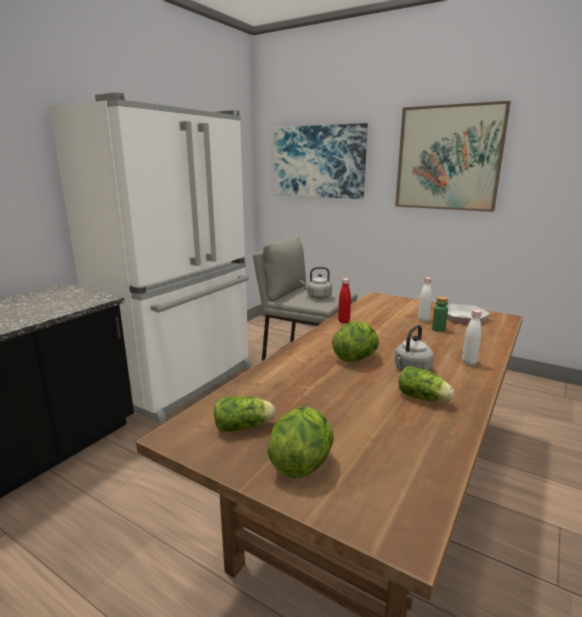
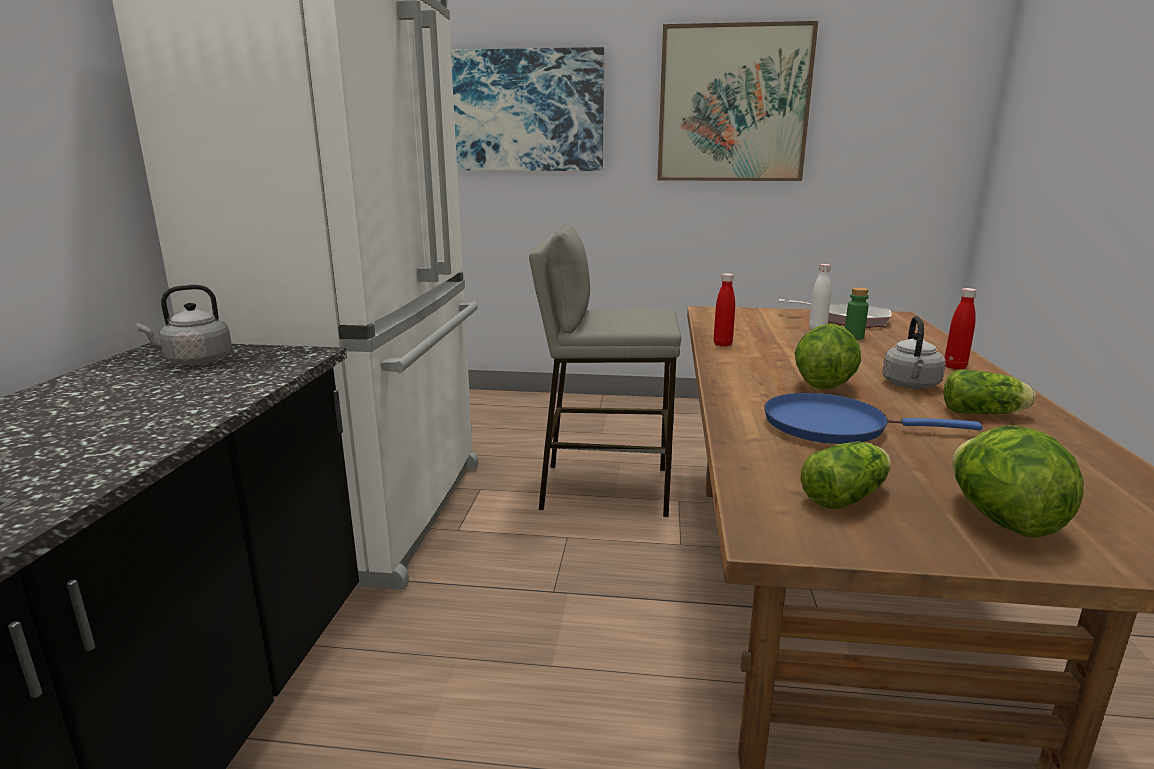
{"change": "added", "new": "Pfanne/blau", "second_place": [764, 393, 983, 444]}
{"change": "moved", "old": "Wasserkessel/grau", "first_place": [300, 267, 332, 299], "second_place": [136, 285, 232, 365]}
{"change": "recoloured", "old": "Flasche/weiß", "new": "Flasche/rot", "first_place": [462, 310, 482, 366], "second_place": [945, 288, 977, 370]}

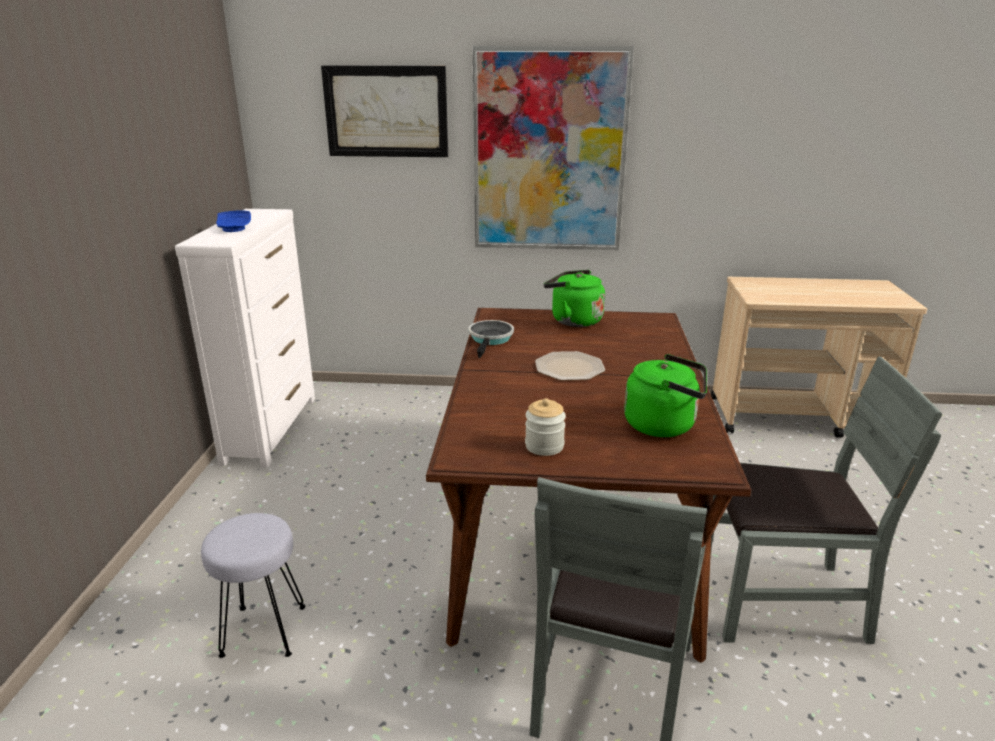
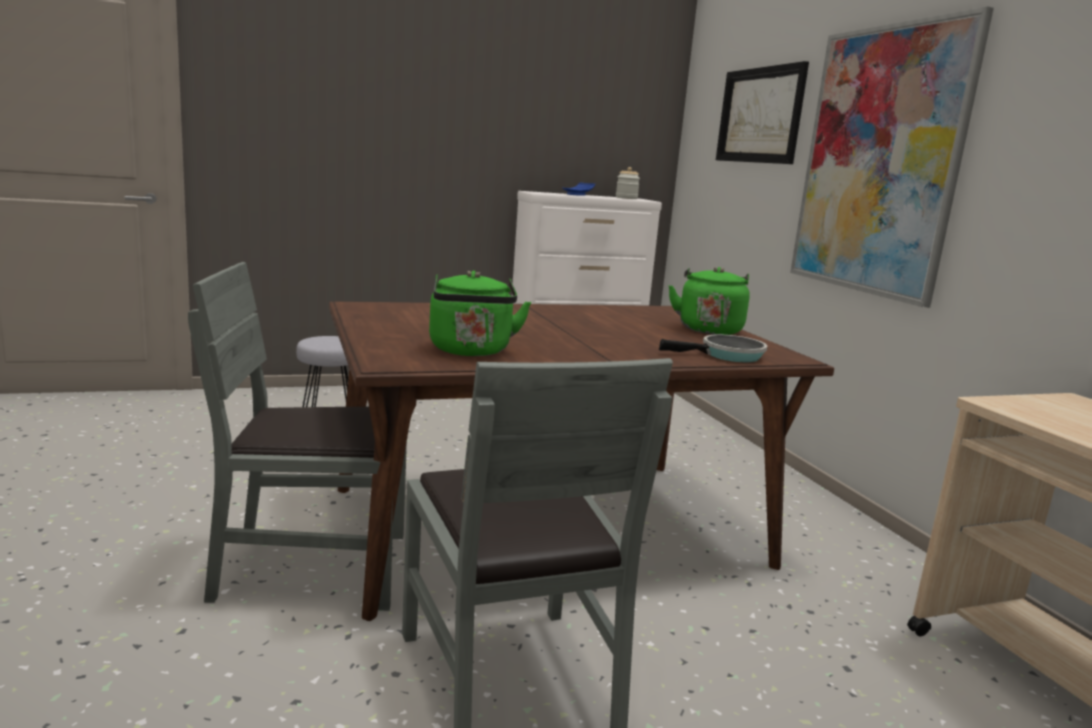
{"change": "removed", "old": "Teller", "first_place": [535, 351, 605, 381]}
{"change": "moved", "old": "Pfanne", "first_place": [468, 320, 514, 358], "second_place": [659, 334, 768, 362]}
{"change": "moved", "old": "Vorratsglas", "first_place": [525, 398, 566, 456], "second_place": [616, 167, 640, 199]}

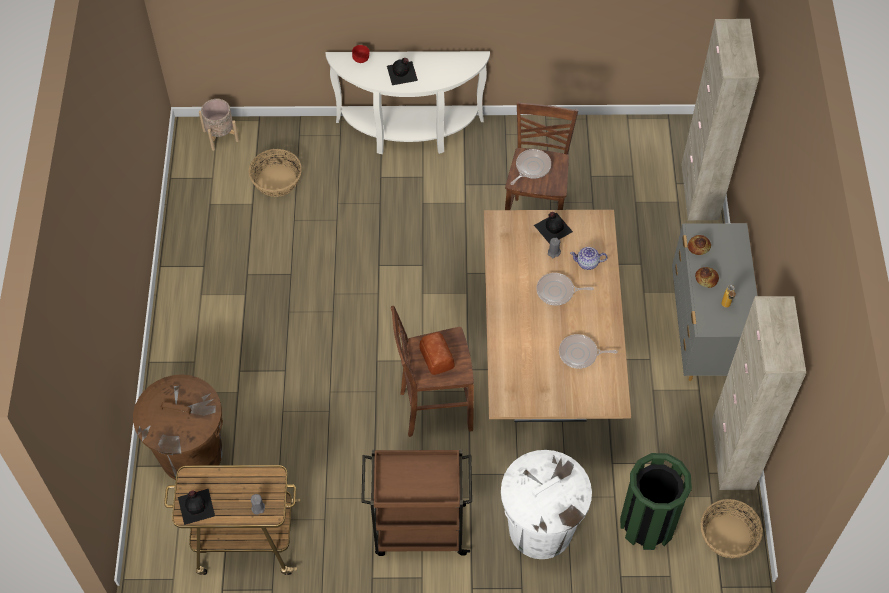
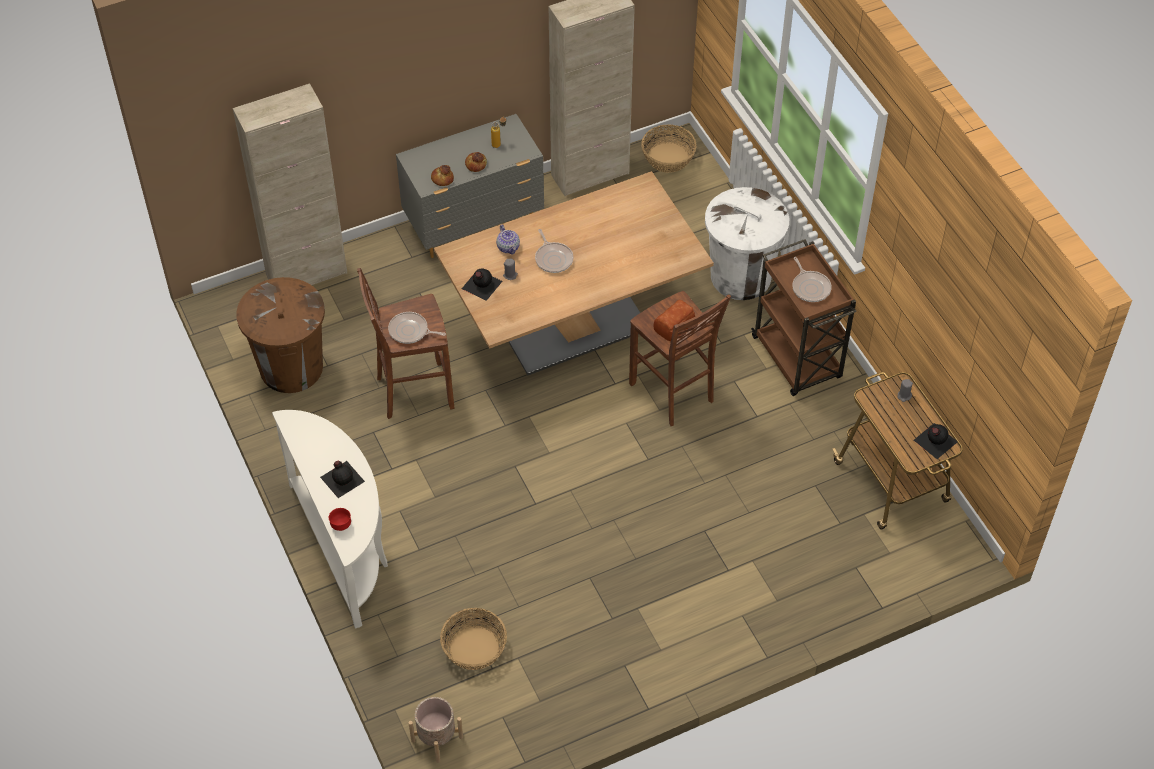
{"change": "removed", "old": "Mülleimer/grün", "first_place": [620, 453, 692, 550]}
{"change": "moved", "old": "Mülleimer/braun", "first_place": [133, 374, 223, 480], "second_place": [236, 277, 325, 393]}
{"change": "moved", "old": "Pfanne", "first_place": [559, 334, 618, 369], "second_place": [792, 257, 832, 302]}

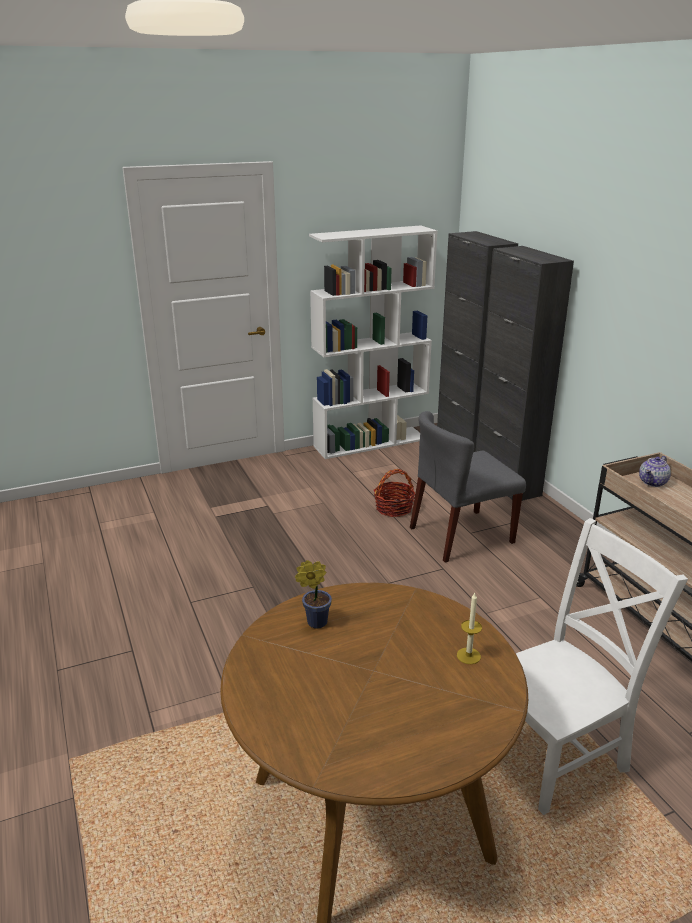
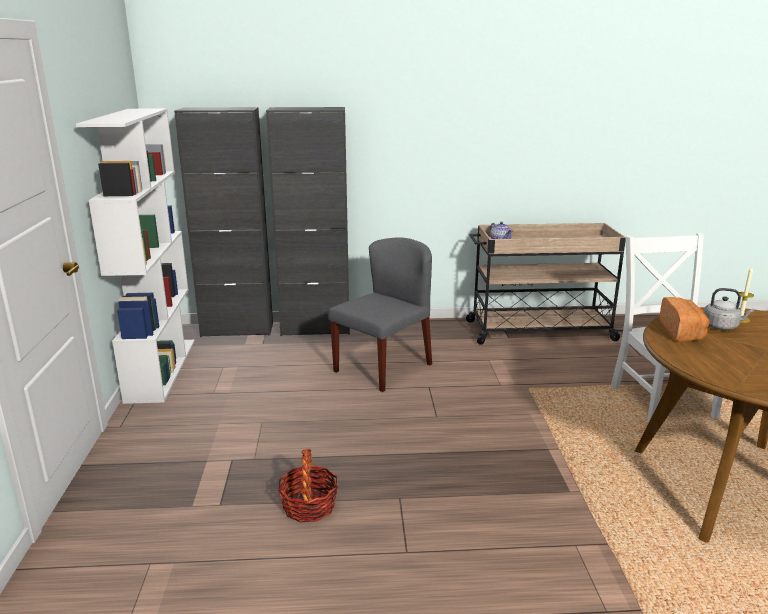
{"change": "removed", "old": "Topfpflanze", "first_place": [295, 560, 332, 628]}
{"change": "added", "new": "Brot", "second_place": [660, 297, 710, 342]}
{"change": "added", "new": "Wasserkessel/grau", "second_place": [704, 288, 754, 330]}
{"change": "moved", "old": "Korb", "first_place": [374, 469, 415, 517], "second_place": [278, 449, 338, 523]}
{"change": "turned", "old": "Stuhl/grau", "first_place": [410, 411, 526, 562], "second_place": [328, 237, 432, 392], "degrees": -135}

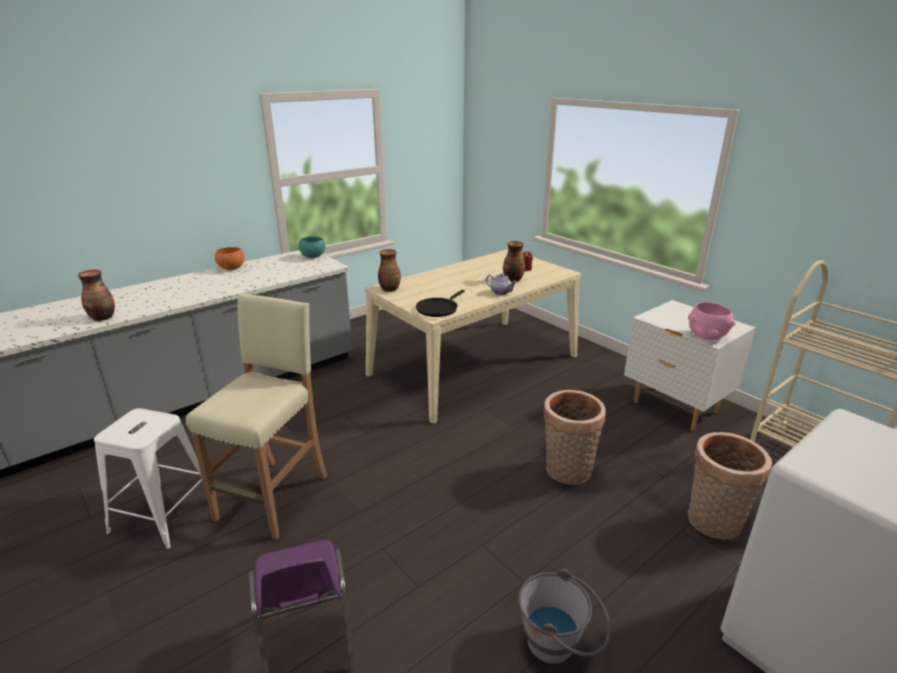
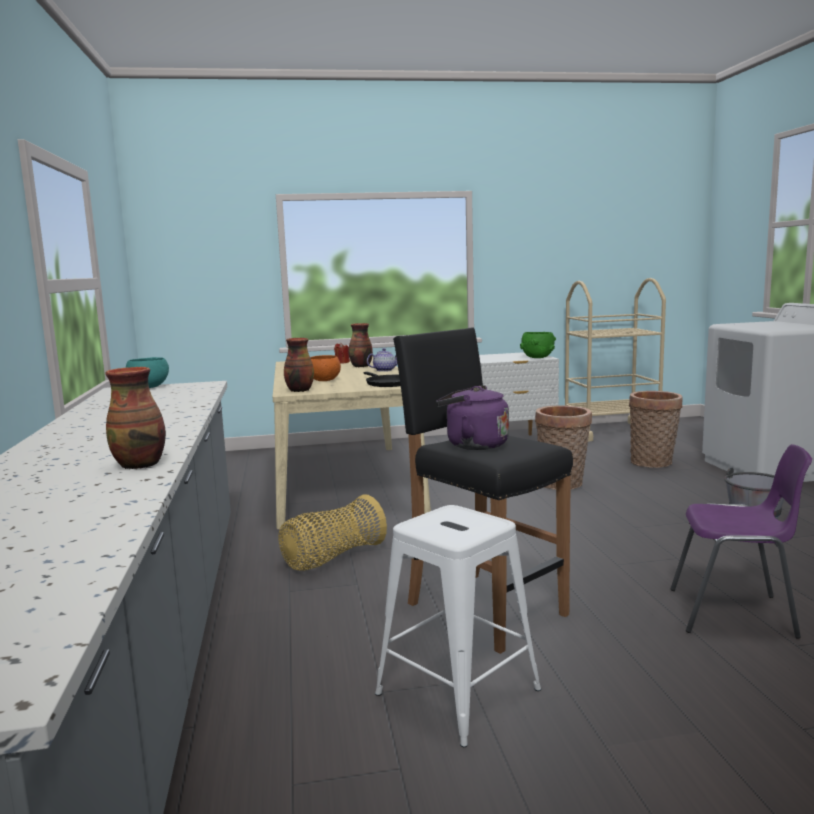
{"change": "added", "new": "Korb", "second_place": [279, 494, 387, 571]}
{"change": "added", "new": "Wasserkessel/lila", "second_place": [436, 385, 509, 450]}
{"change": "moved", "old": "Schüssel/orange", "first_place": [215, 247, 244, 270], "second_place": [310, 355, 341, 381]}
{"change": "recoloured", "old": "Hocker/beige", "new": "Hocker/schwarz", "first_place": [186, 293, 327, 540], "second_place": [393, 327, 573, 654]}
{"change": "recoloured", "old": "Schüssel/rosa", "new": "Schüssel/grün", "first_place": [688, 302, 736, 340], "second_place": [520, 332, 556, 358]}

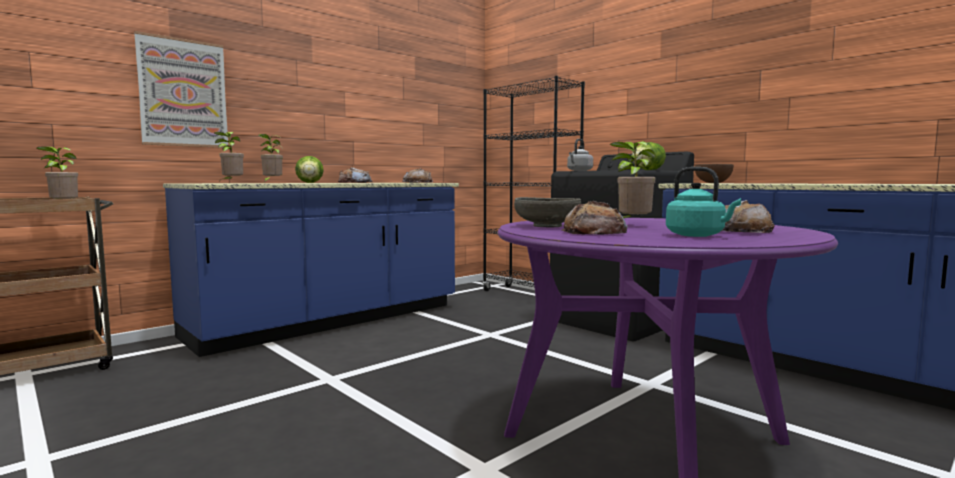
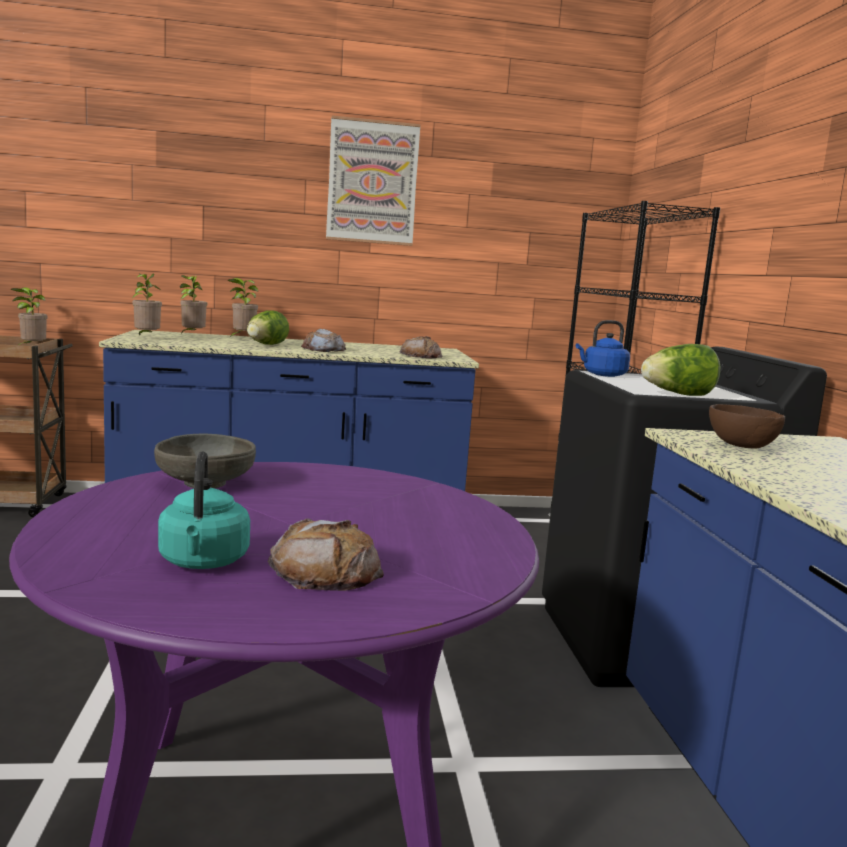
{"change": "removed", "old": "Brot", "first_place": [562, 201, 628, 235]}
{"change": "moved", "old": "Bild", "first_place": [134, 31, 228, 148], "second_place": [326, 116, 420, 246]}
{"change": "moved", "old": "Topfpflanze", "first_place": [610, 141, 655, 218], "second_place": [131, 273, 162, 335]}
{"change": "recoloured", "old": "Wasserkessel/grau", "new": "Wasserkessel/blau", "first_place": [567, 139, 593, 171], "second_place": [576, 320, 630, 377]}

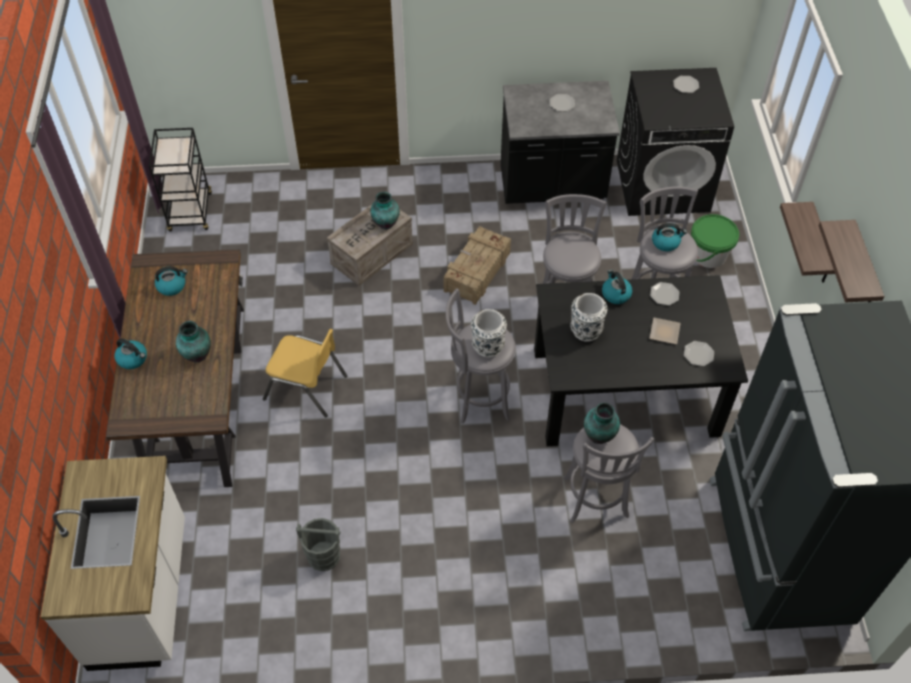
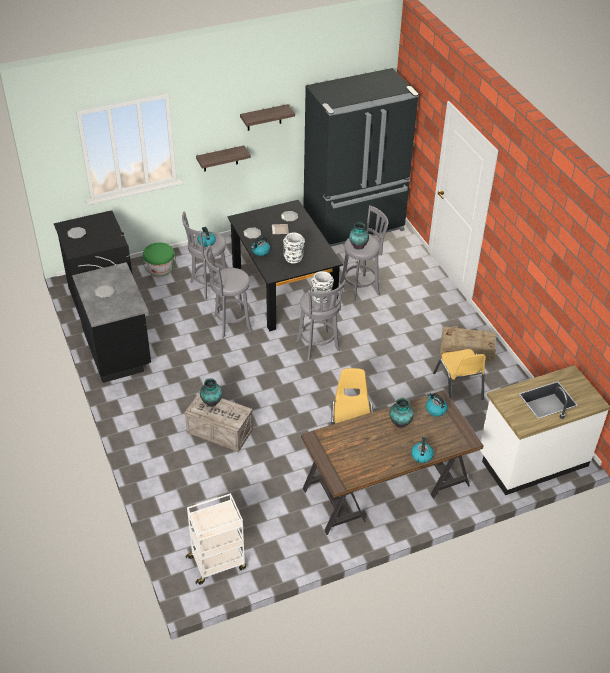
{"change": "moved", "old": "Wasserkessel", "first_place": [155, 266, 188, 296], "second_place": [426, 393, 448, 416]}
{"change": "moved", "old": "Kiste", "first_place": [443, 226, 511, 305], "second_place": [440, 326, 497, 362]}
{"change": "replaced", "old": "Eimer/grau", "new": "Stuhl/gelb", "first_place": [296, 518, 340, 571], "second_place": [433, 349, 485, 400]}
{"change": "recoloured", "old": "Rollwagen/schwarz", "new": "Rollwagen/weiß", "first_place": [149, 128, 212, 232], "second_place": [185, 493, 246, 584]}

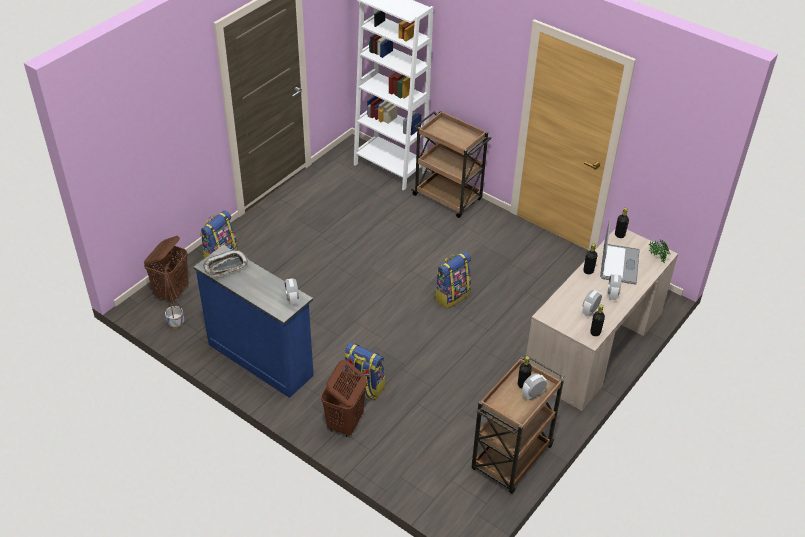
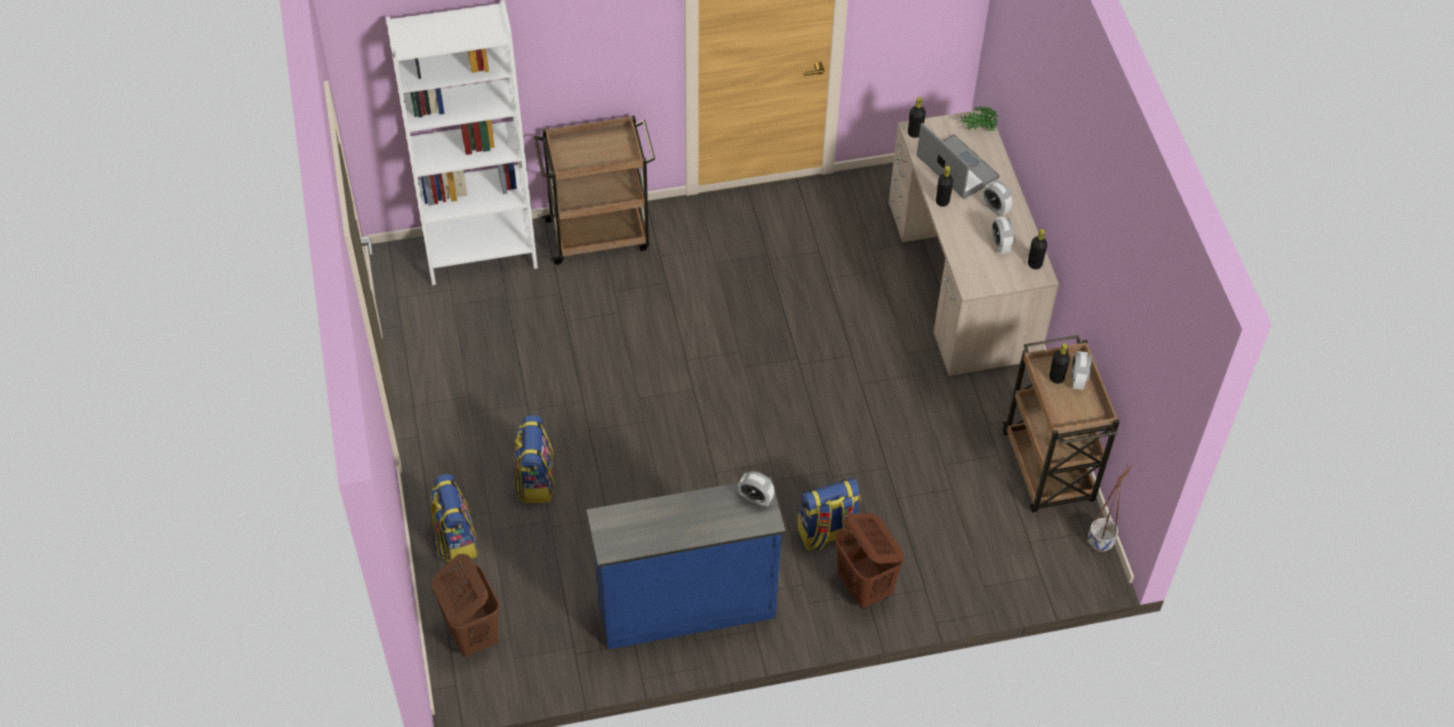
{"change": "removed", "old": "Tablett", "first_place": [203, 250, 249, 277]}
{"change": "moved", "old": "Pflanzkübel", "first_place": [164, 262, 184, 328], "second_place": [1088, 465, 1133, 552]}
{"change": "moved", "old": "Rucksack", "first_place": [434, 252, 471, 309], "second_place": [514, 415, 554, 503]}

